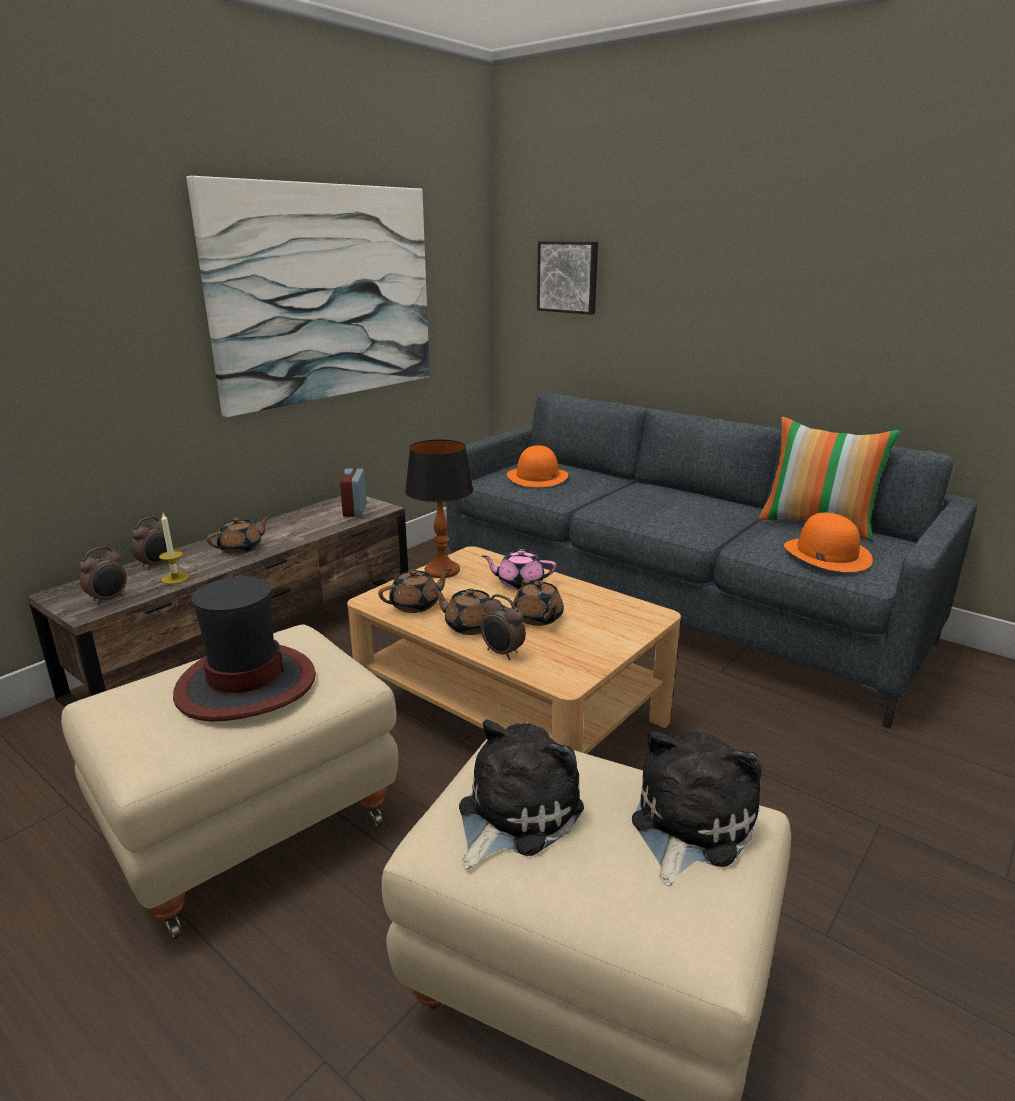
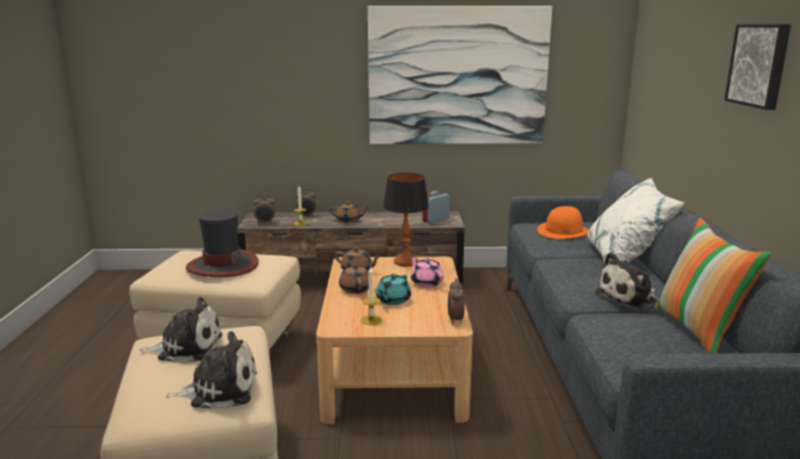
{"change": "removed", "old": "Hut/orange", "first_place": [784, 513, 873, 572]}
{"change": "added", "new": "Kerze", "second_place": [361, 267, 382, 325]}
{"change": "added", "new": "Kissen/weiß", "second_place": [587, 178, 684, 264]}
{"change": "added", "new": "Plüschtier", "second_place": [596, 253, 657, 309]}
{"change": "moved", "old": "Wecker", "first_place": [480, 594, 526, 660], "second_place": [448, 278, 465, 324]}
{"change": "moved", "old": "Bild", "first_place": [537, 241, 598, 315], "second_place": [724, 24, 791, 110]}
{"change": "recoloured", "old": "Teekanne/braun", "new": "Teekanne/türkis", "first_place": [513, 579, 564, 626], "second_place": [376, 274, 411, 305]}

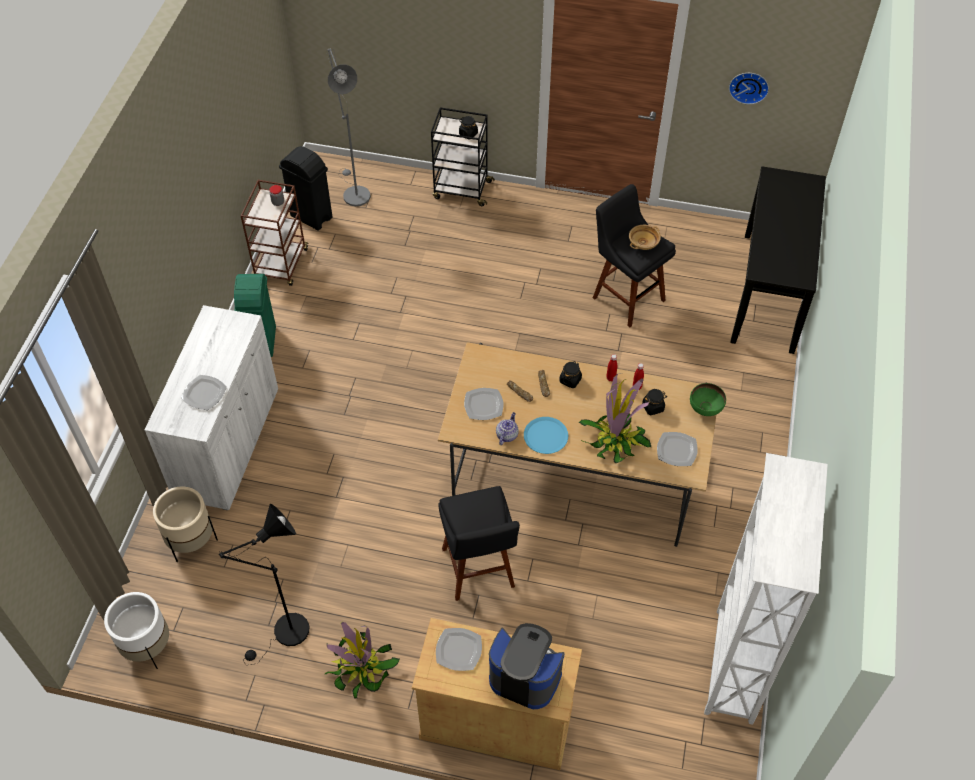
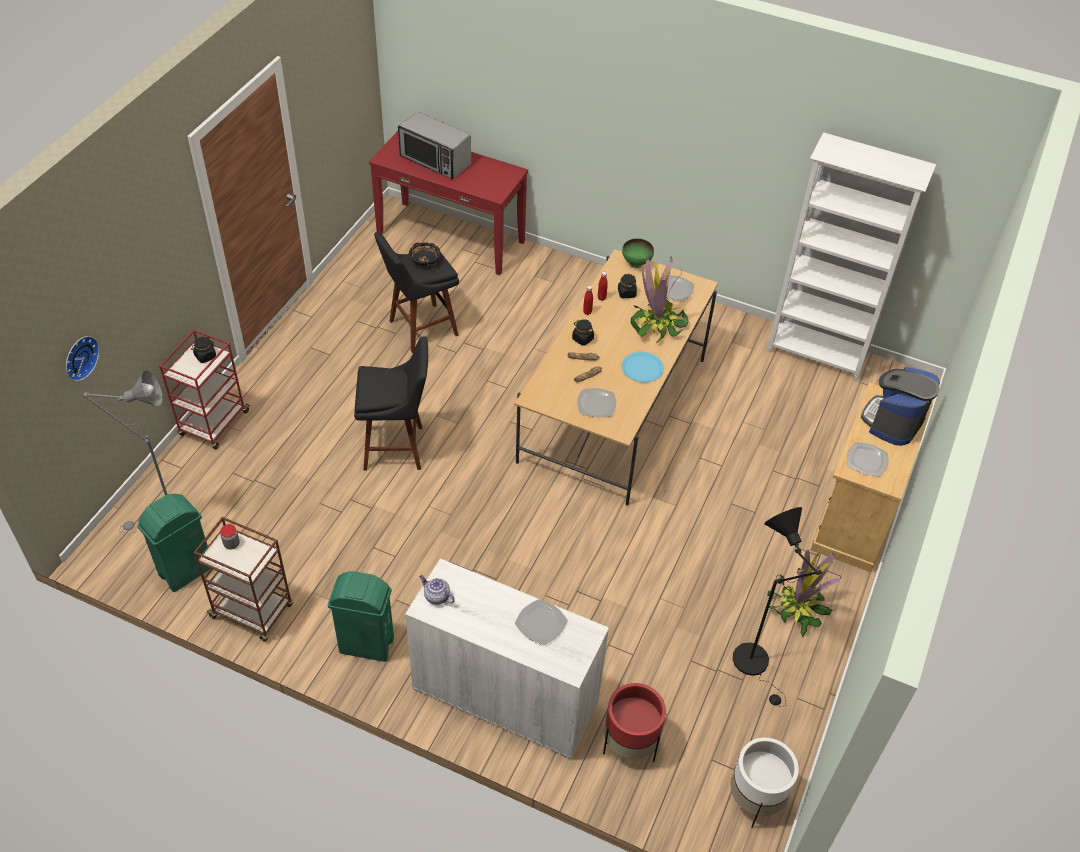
{"change": "added", "new": "Mikrowelle", "second_place": [398, 111, 471, 179]}
{"change": "moved", "old": "Hocker/schwarz", "first_place": [438, 486, 520, 601], "second_place": [354, 336, 428, 470]}
{"change": "moved", "old": "Teekanne", "first_place": [496, 412, 519, 445], "second_place": [419, 575, 455, 605]}
{"change": "moved", "old": "Wanduhr", "first_place": [729, 73, 769, 104], "second_place": [66, 336, 100, 381]}
{"change": "recoloured", "old": "Pflanzkübel/beige", "new": "Pflanzkübel/rot", "first_place": [153, 487, 218, 562], "second_place": [603, 683, 666, 762]}
{"change": "recoloured", "old": "Mülleimer/schwarz", "new": "Mülleimer/grün", "first_place": [279, 146, 332, 231], "second_place": [137, 494, 211, 592]}
{"change": "recoloured", "old": "Rollwagen/schwarz", "new": "Rollwagen/rot", "first_place": [431, 107, 495, 206], "second_place": [159, 330, 251, 449]}
{"change": "recoloured", "old": "Schüssel/beige", "new": "Schüssel/schwarz", "first_place": [629, 225, 661, 250], "second_place": [409, 243, 440, 266]}
{"change": "recoloured", "old": "Konsolentisch/schwarz", "new": "Konsolentisch/rot", "first_place": [730, 166, 826, 354], "second_place": [369, 131, 528, 275]}

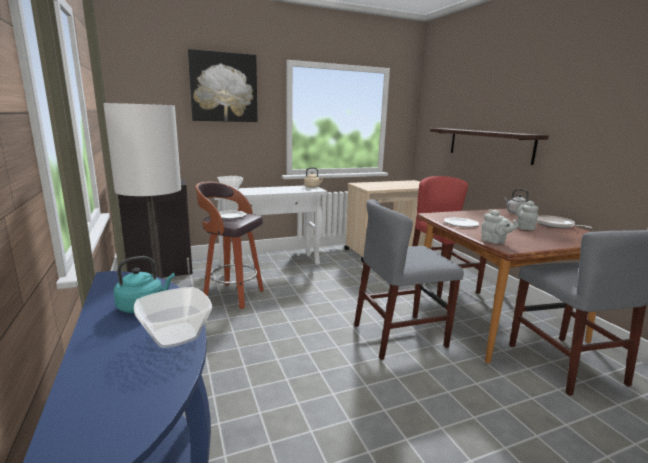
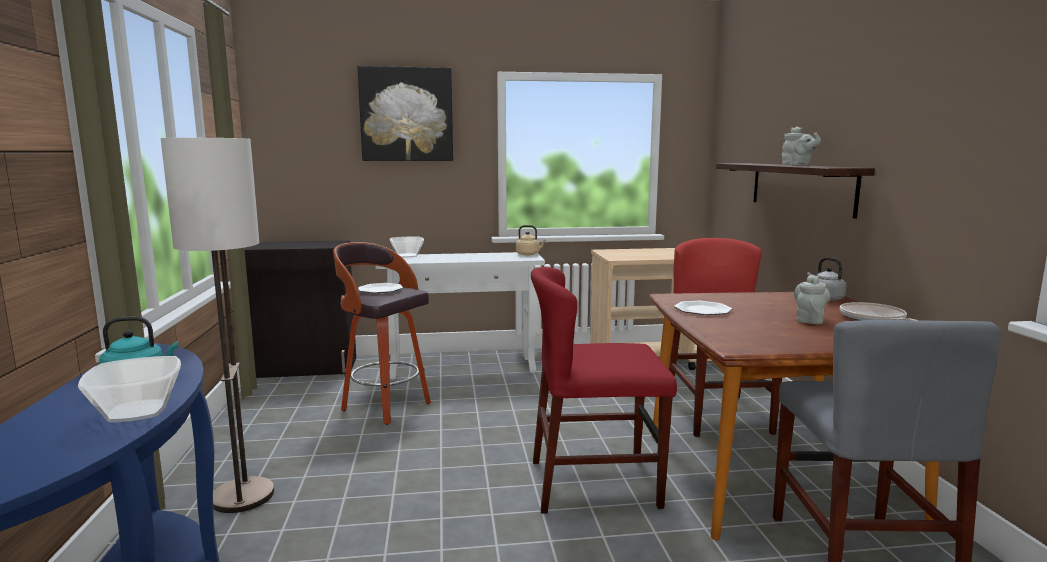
{"change": "moved", "old": "Teekanne/grau", "first_place": [481, 209, 518, 244], "second_place": [782, 127, 821, 166]}
{"change": "recoloured", "old": "Stuhl/grau", "new": "Stuhl/rot", "first_place": [354, 199, 464, 360], "second_place": [531, 267, 677, 514]}

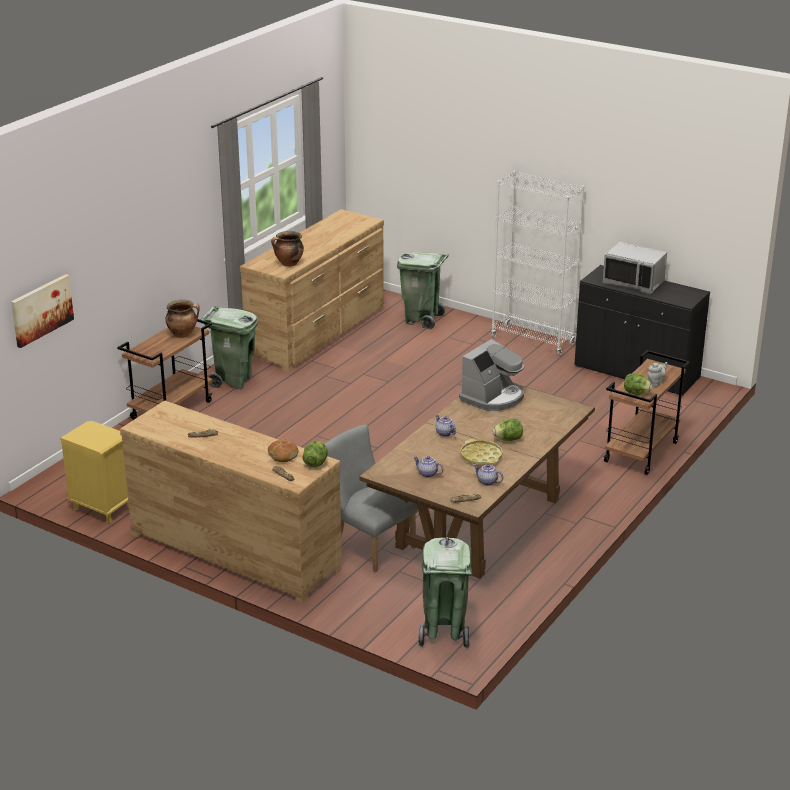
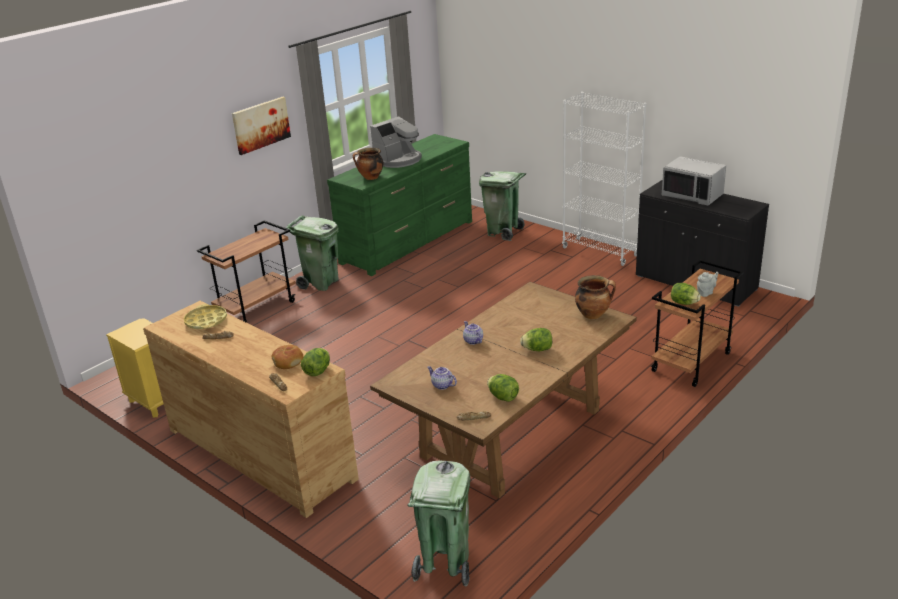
{"change": "removed", "old": "Stuhl/grau", "first_place": [325, 425, 418, 572]}
{"change": "moved", "old": "Bild", "first_place": [11, 274, 74, 348], "second_place": [232, 97, 291, 155]}
{"change": "moved", "old": "Kochtopf", "first_place": [165, 300, 200, 338], "second_place": [575, 275, 616, 319]}
{"change": "moved", "old": "Kaffeemaschine", "first_place": [459, 339, 524, 411], "second_place": [370, 116, 422, 168]}
{"change": "moved", "old": "Tablett/gelb", "first_place": [460, 439, 503, 465], "second_place": [184, 304, 227, 329]}
{"change": "replaced", "old": "Teekanne", "new": "Salatkopf", "first_place": [473, 464, 503, 486], "second_place": [487, 374, 519, 402]}
{"change": "recoloured", "old": "Kommode/braun", "new": "Kommode/grün", "first_place": [240, 209, 384, 372], "second_place": [327, 134, 472, 276]}

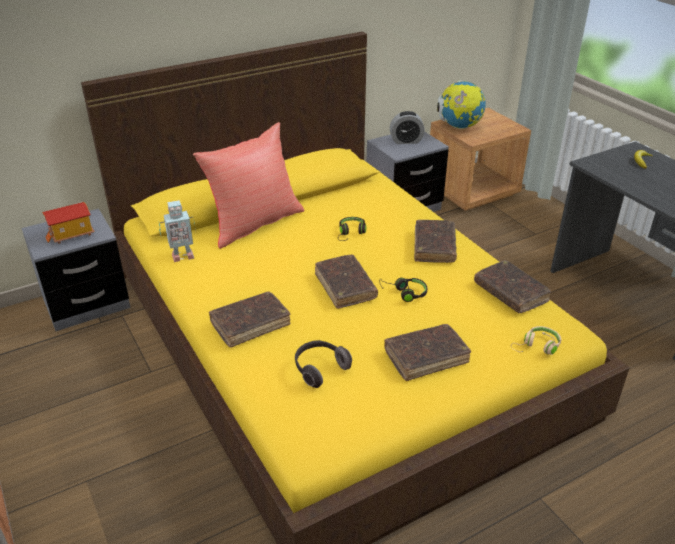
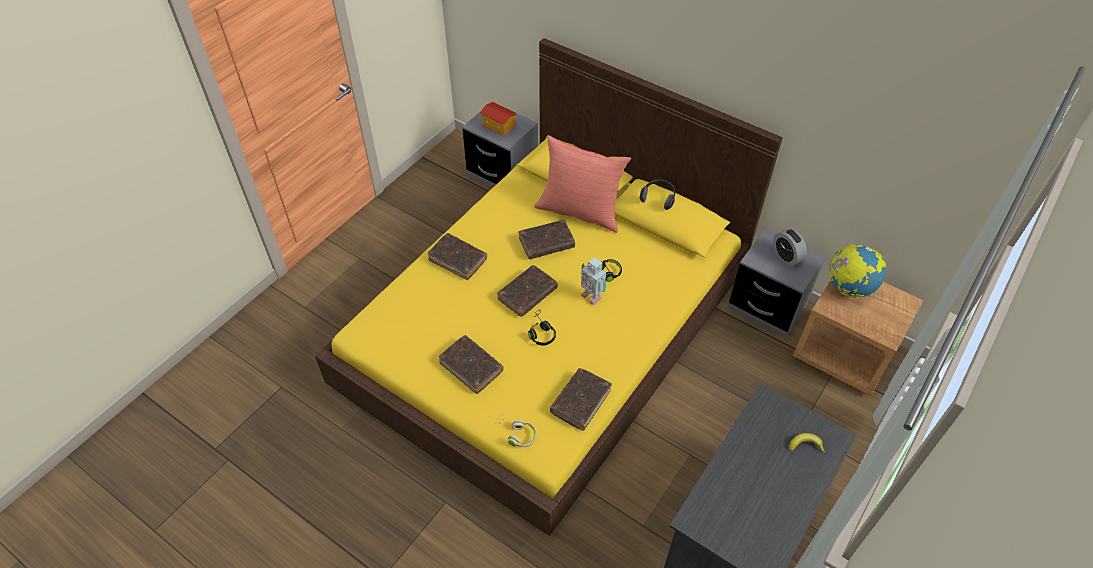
{"change": "moved", "old": "Spielzeugroboter", "first_place": [159, 200, 196, 262], "second_place": [581, 257, 606, 305]}
{"change": "moved", "old": "Kopfhörer", "first_place": [295, 340, 352, 388], "second_place": [640, 179, 675, 210]}
{"change": "moved", "old": "Buch/braun", "first_place": [414, 220, 457, 263], "second_place": [518, 220, 575, 259]}

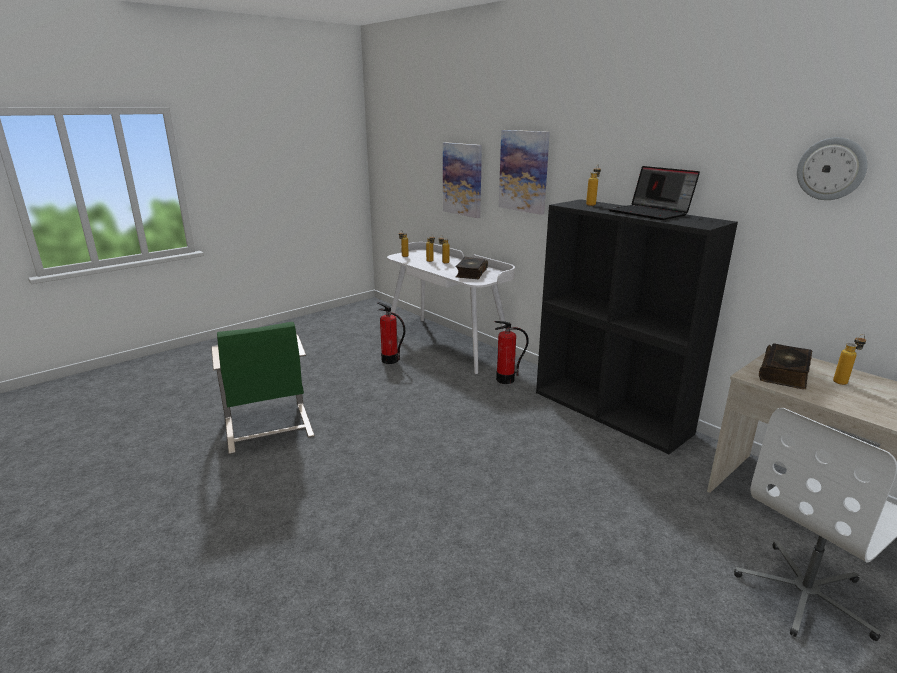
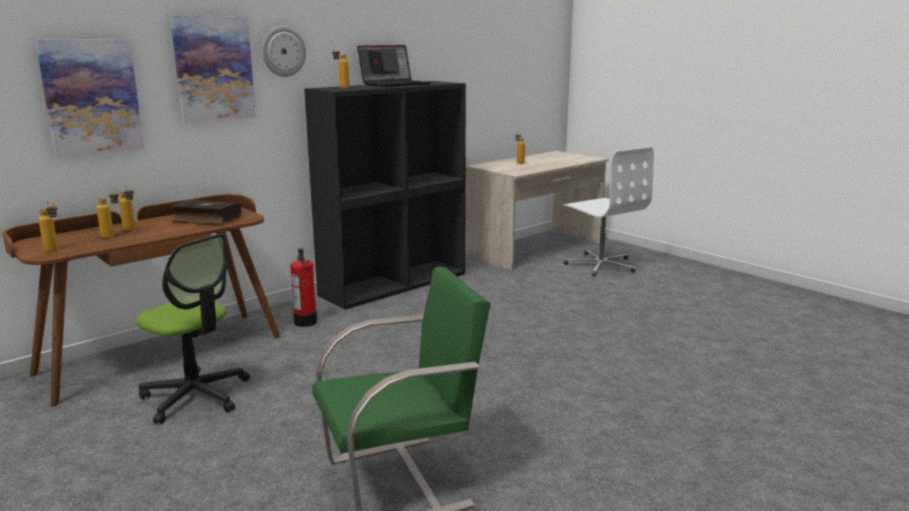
{"change": "removed", "old": "Buch", "first_place": [759, 343, 812, 389]}
{"change": "moved", "old": "Wanduhr", "first_place": [797, 137, 867, 200], "second_place": [262, 26, 306, 77]}
{"change": "replaced", "old": "Feuerlöscher", "new": "Bürostuhl", "first_place": [377, 302, 405, 364], "second_place": [136, 233, 250, 424]}
{"change": "recoloured", "old": "Schreibtisch/weiß", "new": "Schreibtisch/braun", "first_place": [387, 242, 515, 374], "second_place": [2, 194, 280, 406]}

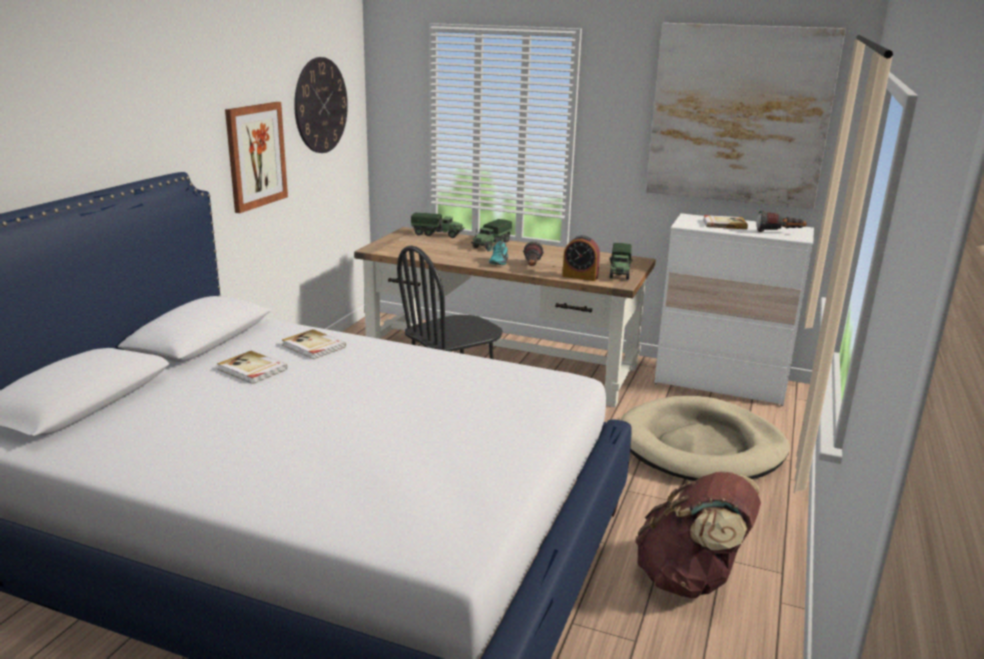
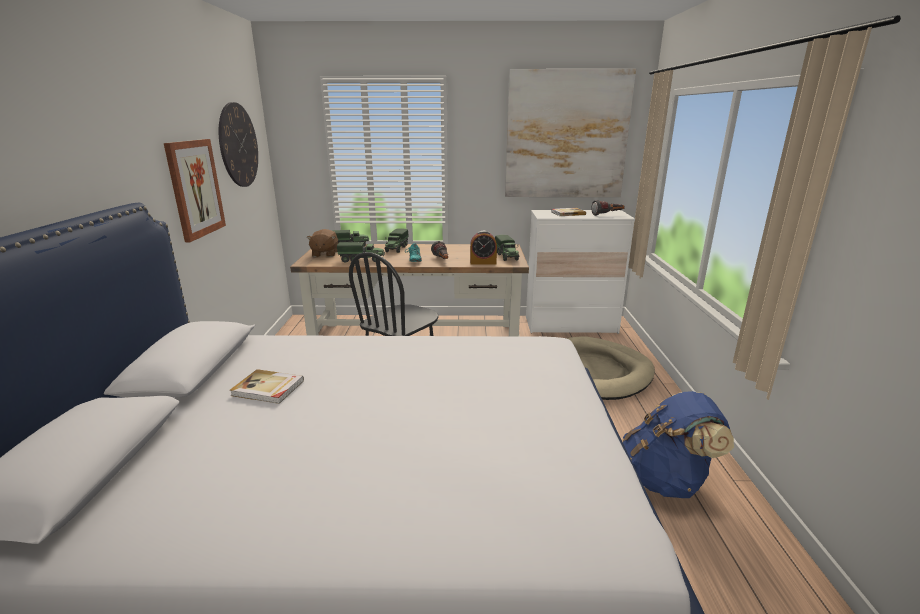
{"change": "removed", "old": "Buch", "first_place": [282, 329, 346, 359]}
{"change": "added", "new": "Plüschtier/braun", "second_place": [307, 229, 338, 257]}
{"change": "added", "new": "Spielzeuglaster", "second_place": [337, 242, 385, 263]}
{"change": "recoloured", "old": "Rucksack/braun", "new": "Rucksack/blau", "first_place": [635, 471, 761, 598], "second_place": [622, 391, 734, 498]}

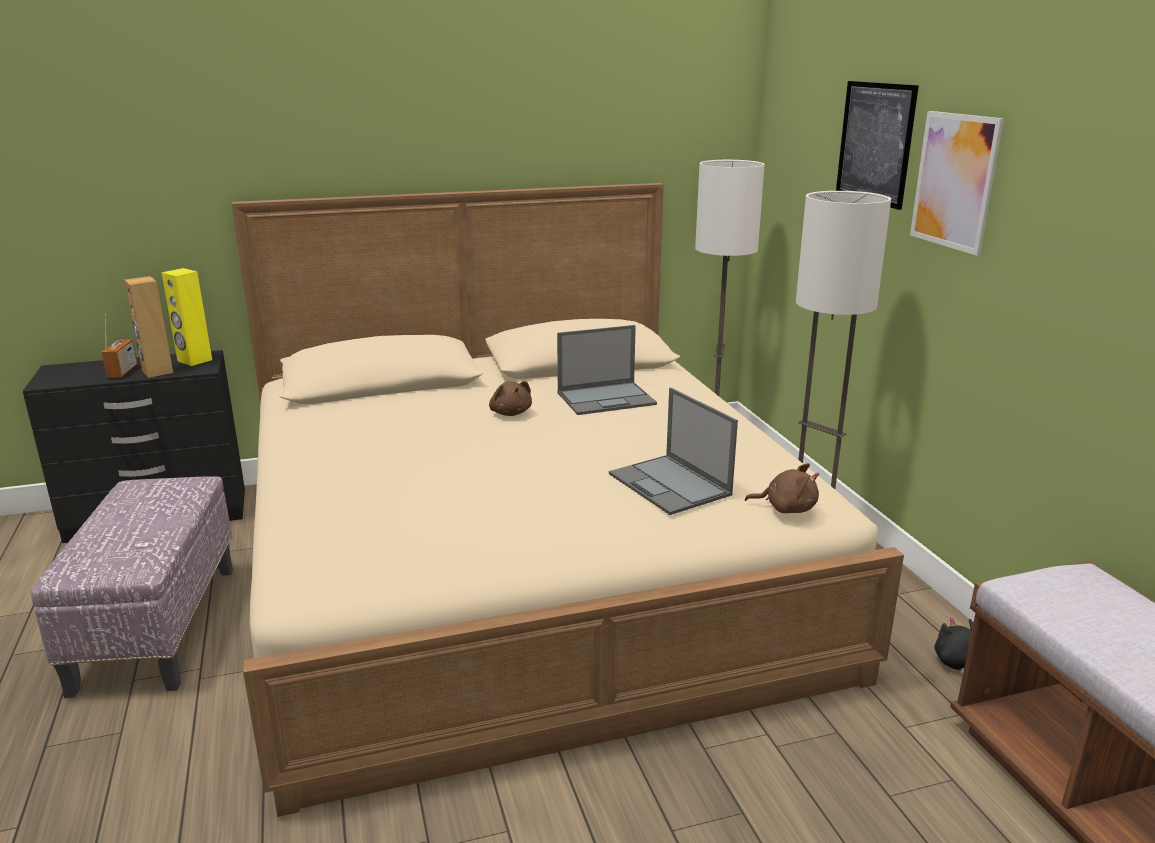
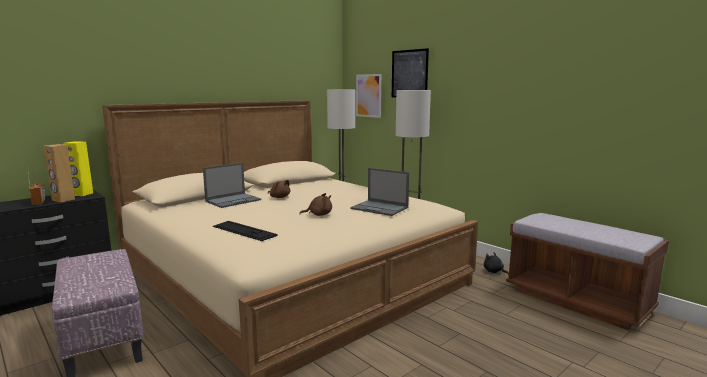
{"change": "added", "new": "Tastatur", "second_place": [213, 221, 278, 241]}
{"change": "moved", "old": "Laptop", "first_place": [557, 325, 657, 415], "second_place": [203, 163, 261, 208]}
{"change": "moved", "old": "Plüschtier/braun", "first_place": [745, 463, 819, 513], "second_place": [299, 193, 332, 216]}
{"change": "moved", "old": "Bild", "first_place": [910, 111, 1004, 256], "second_place": [356, 74, 381, 118]}

